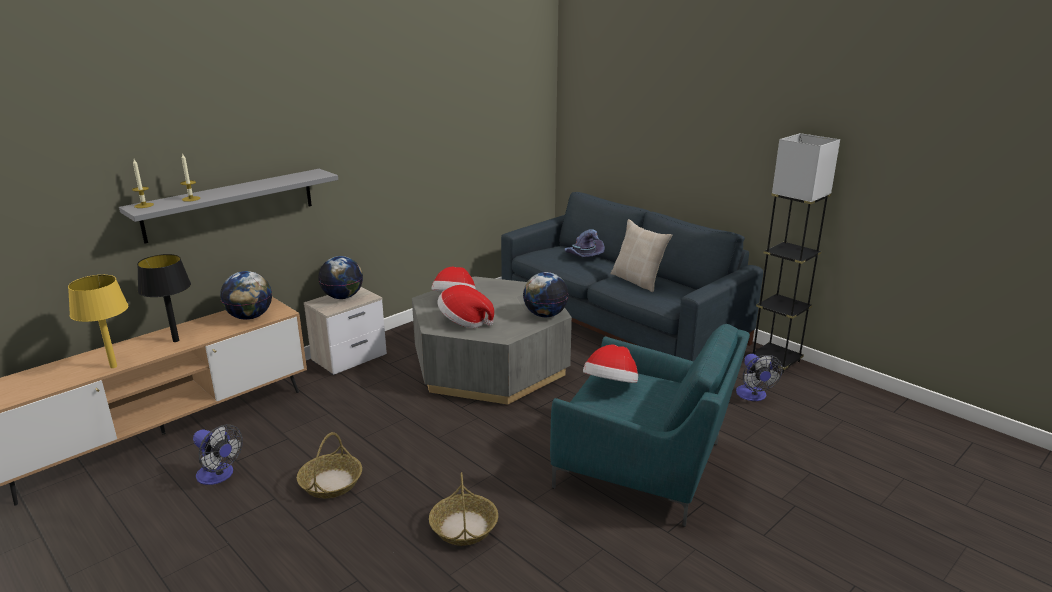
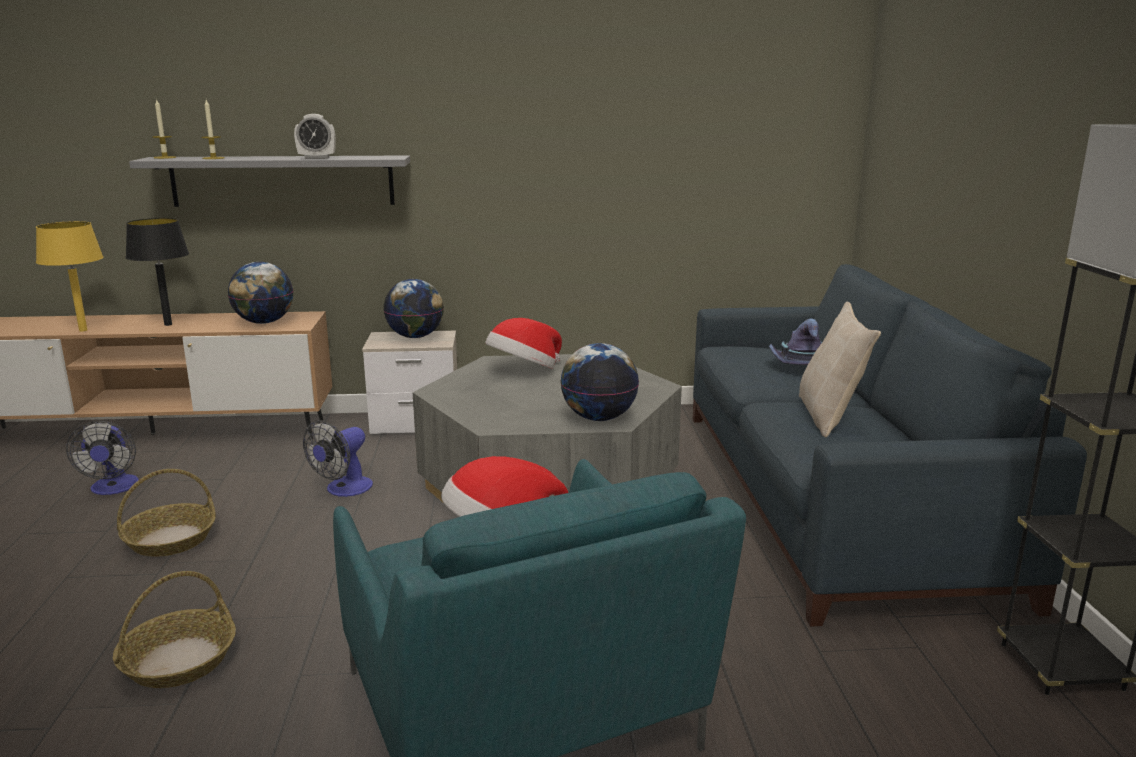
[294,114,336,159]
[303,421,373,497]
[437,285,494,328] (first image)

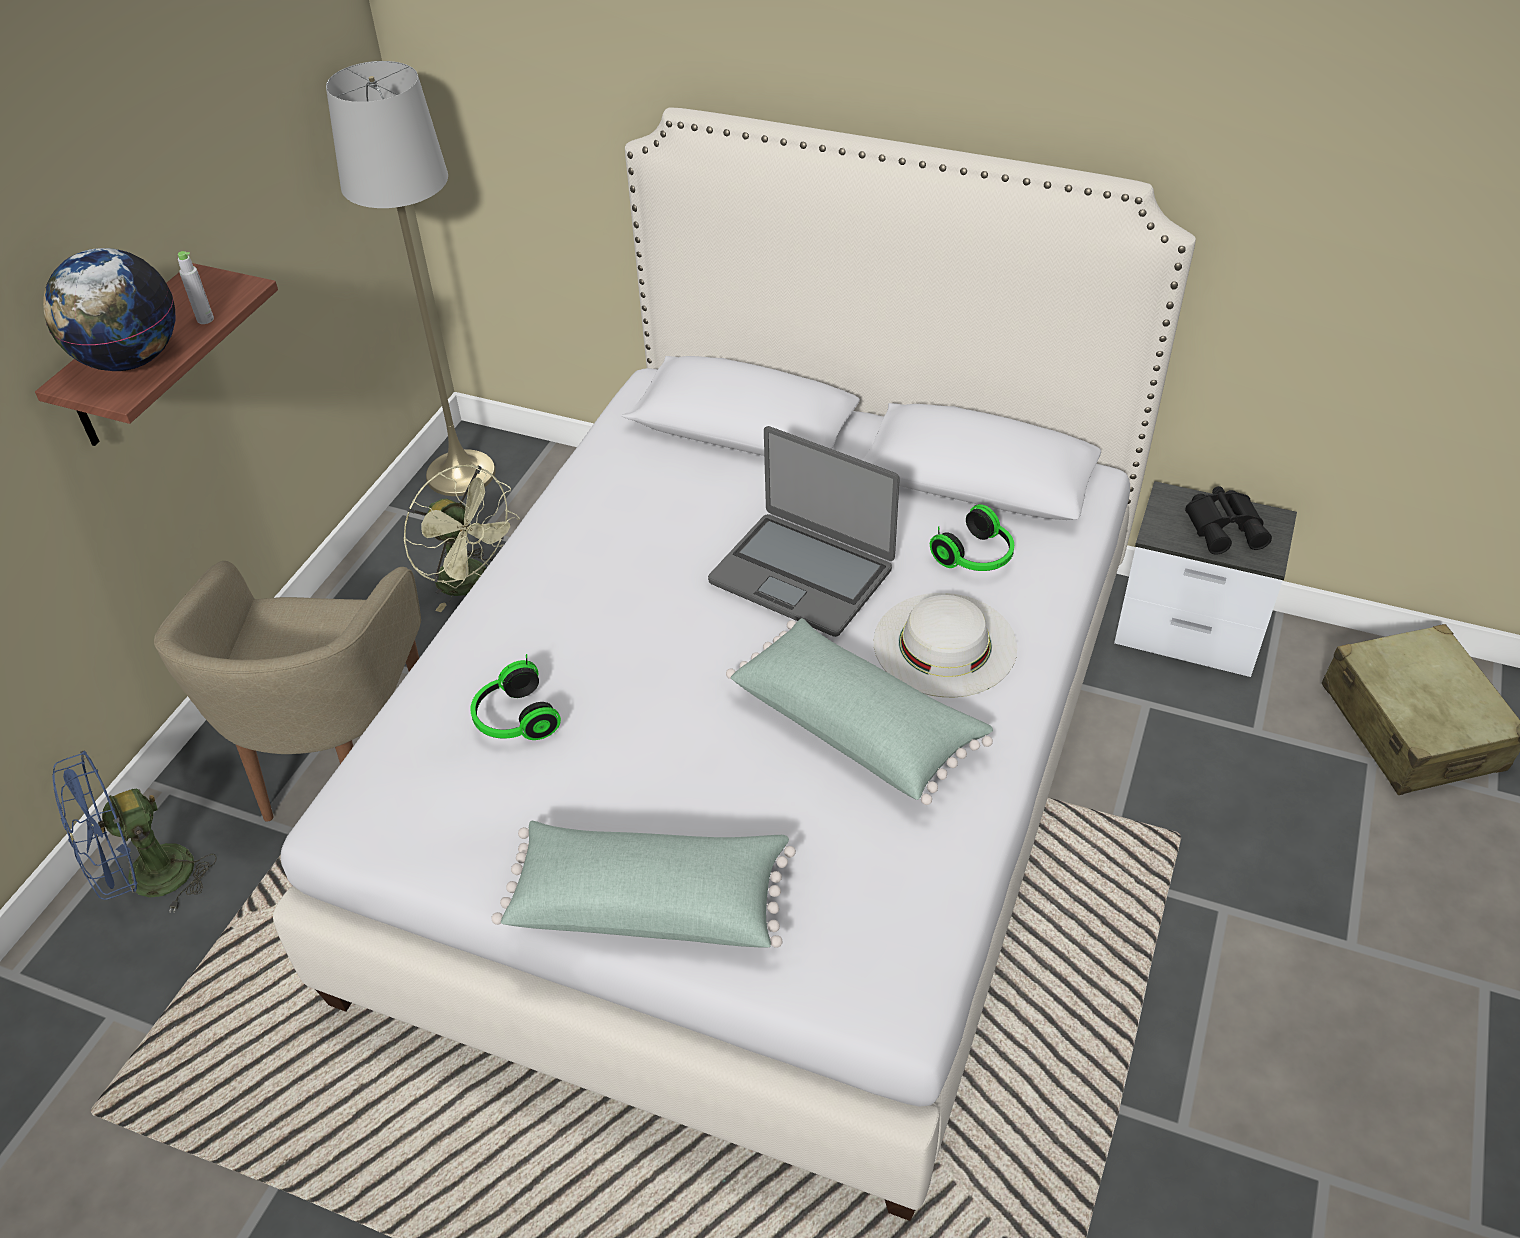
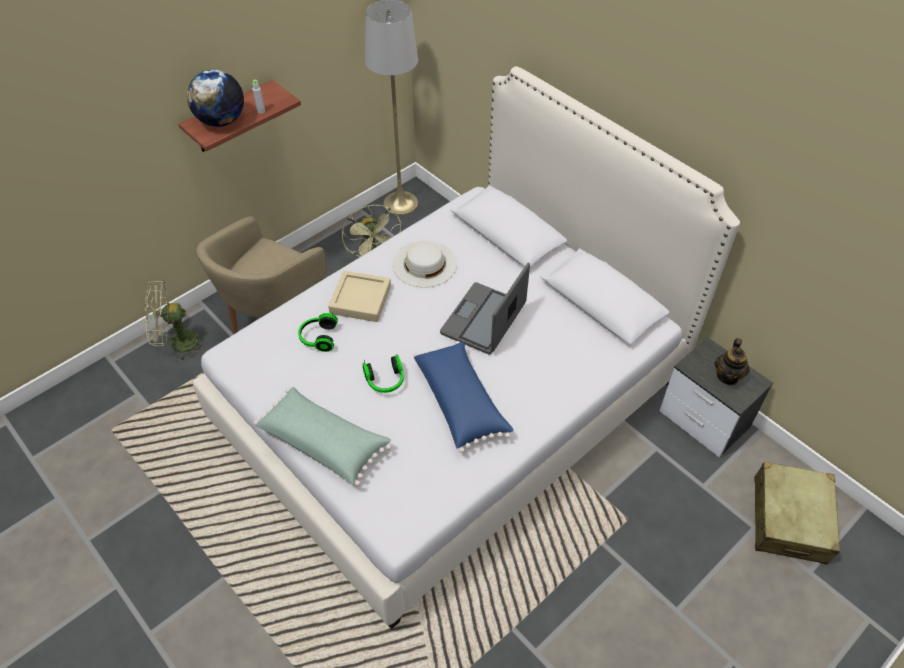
[145,280,208,361]
[328,271,391,322]
[363,354,404,393]
[392,241,457,288]
[414,341,513,453]
[440,263,530,354]
[715,338,750,385]

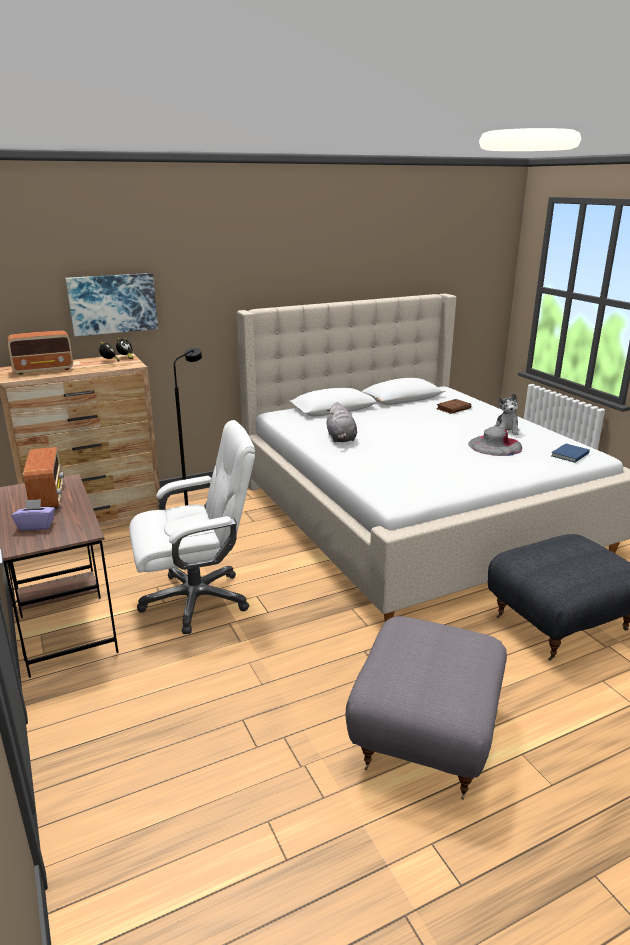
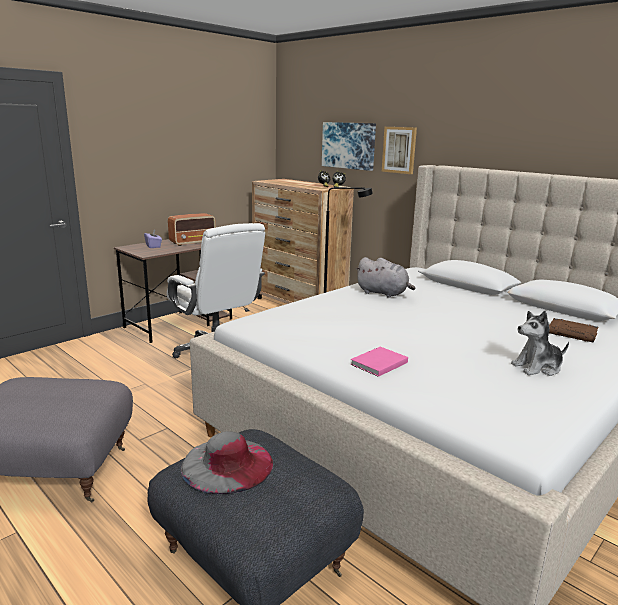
[181,431,273,494]
[350,347,408,377]
[355,257,415,297]
[382,127,417,174]
[7,330,73,375] (first image)
[551,443,590,463] (first image)

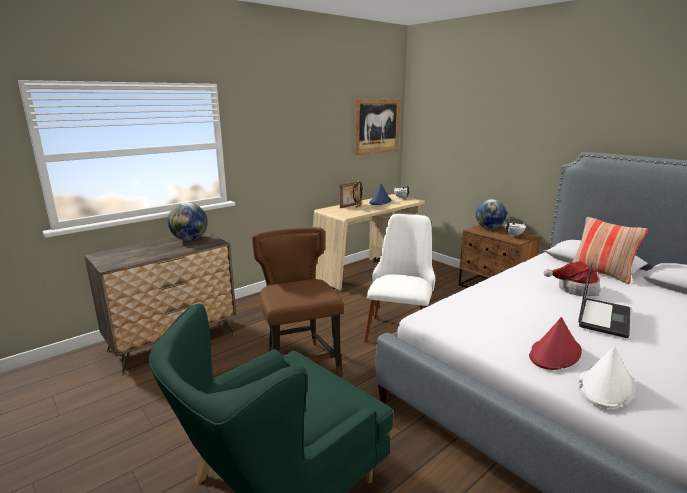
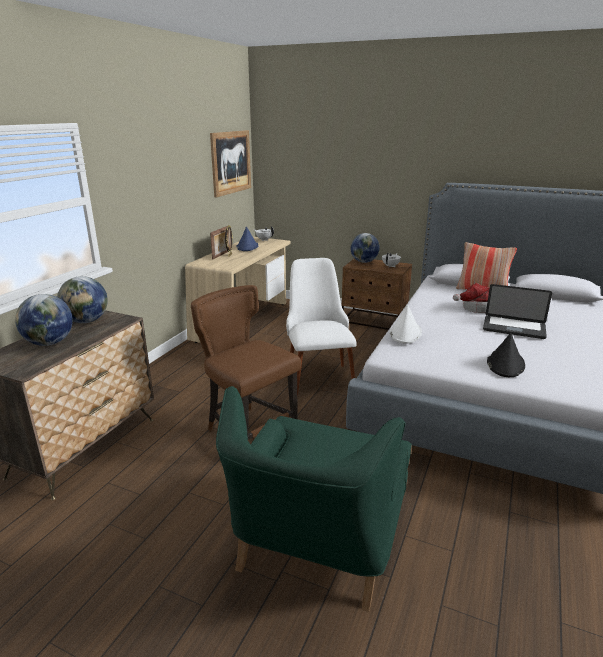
[15,294,73,346]
[389,305,422,344]
[483,284,552,339]
[487,333,525,377]

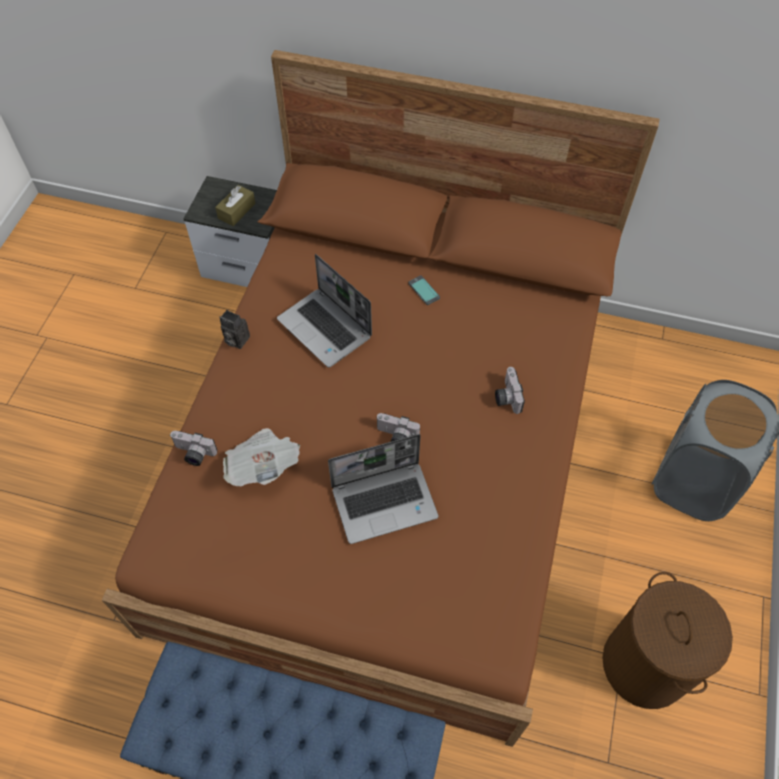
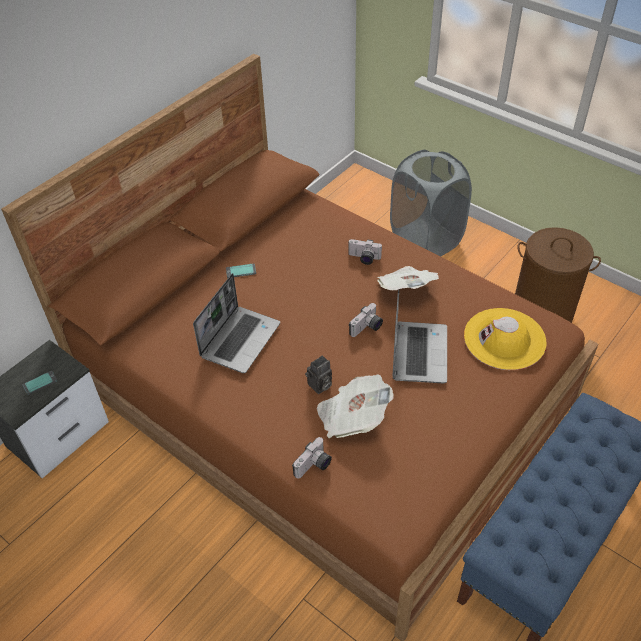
[23,371,57,395]
[193,273,280,373]
[305,355,332,394]
[377,266,439,290]
[464,308,547,370]

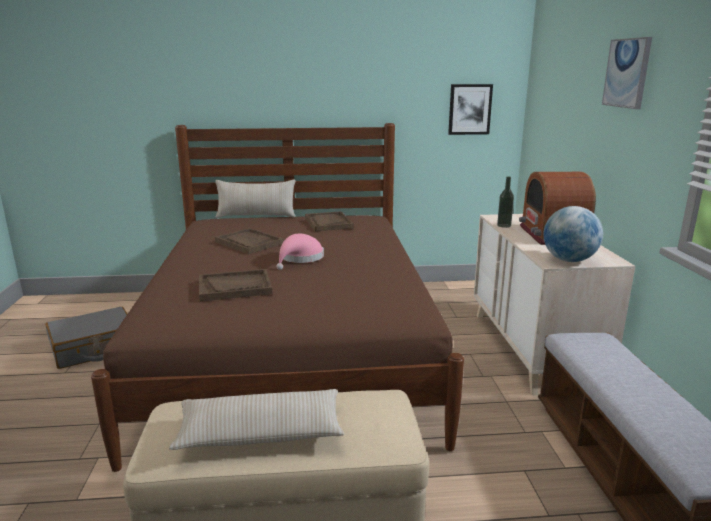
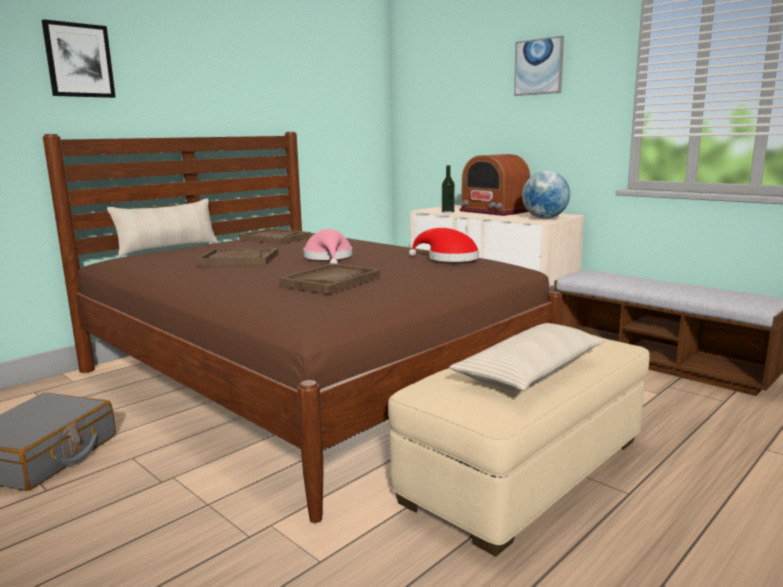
[42,19,116,98]
[409,228,479,262]

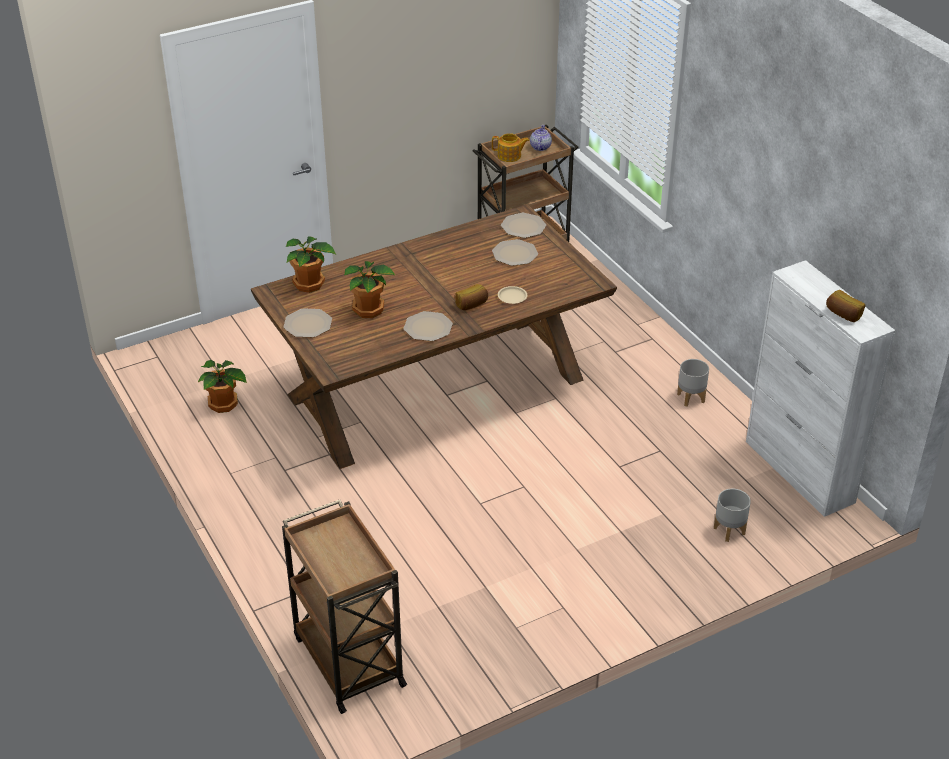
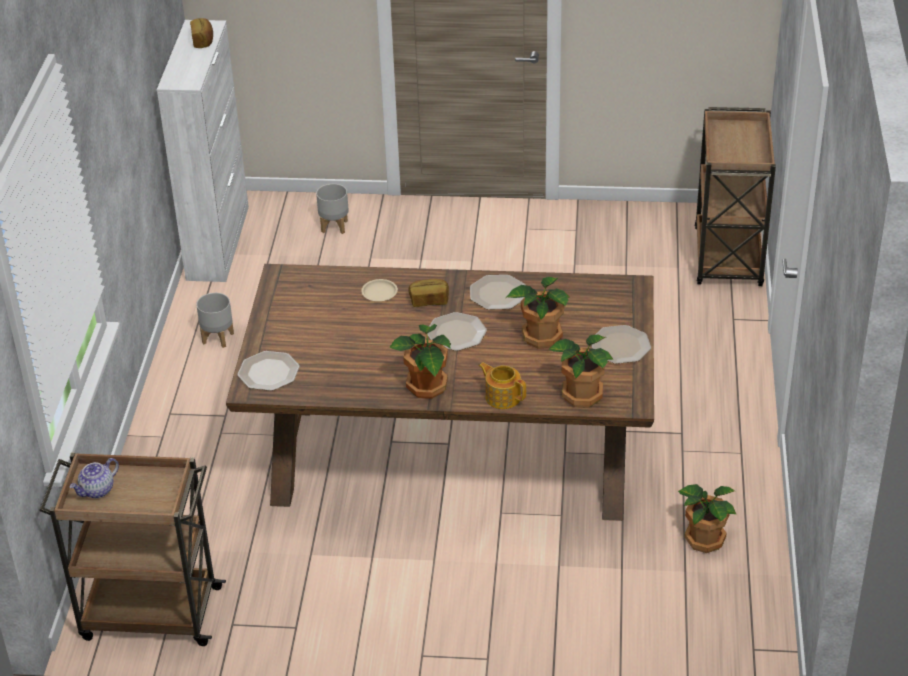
[389,324,451,399]
[427,312,487,351]
[479,362,526,409]

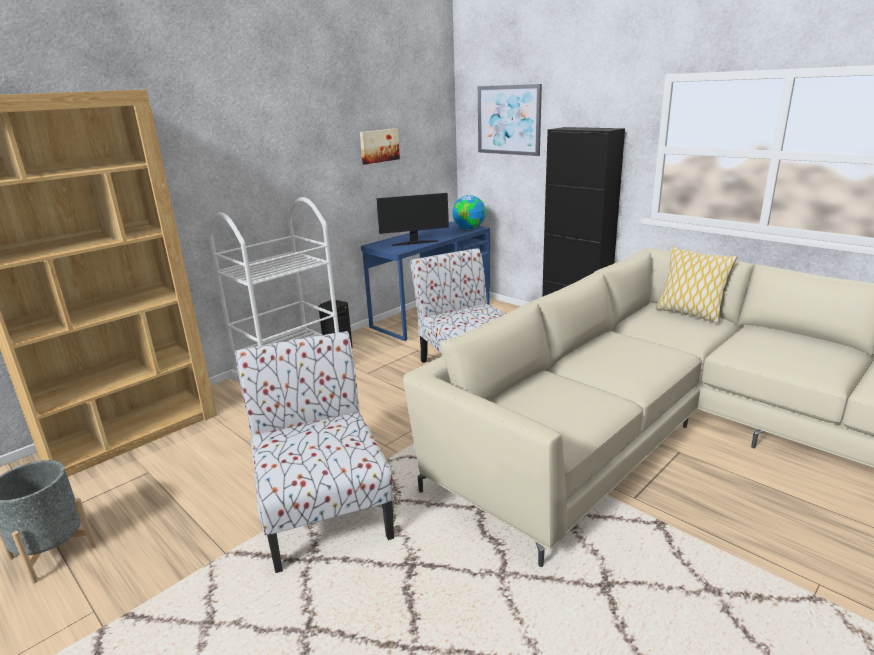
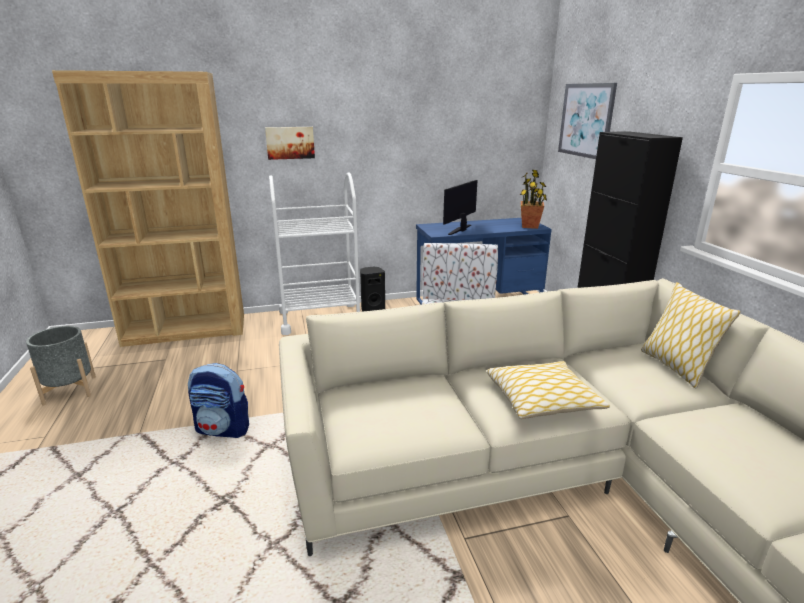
[188,363,249,438]
[265,127,315,160]
[443,180,477,235]
[487,361,610,419]
[520,170,547,229]

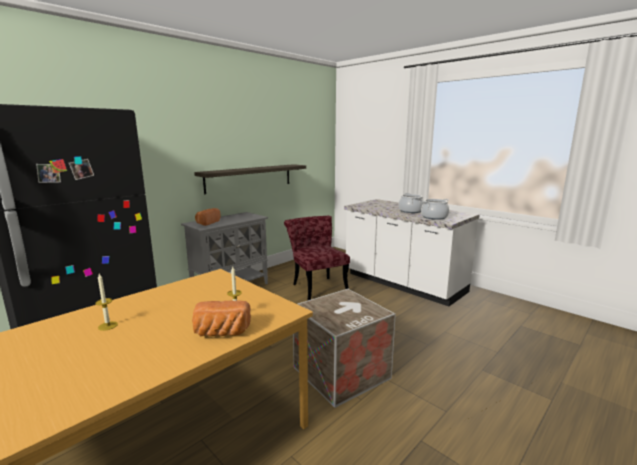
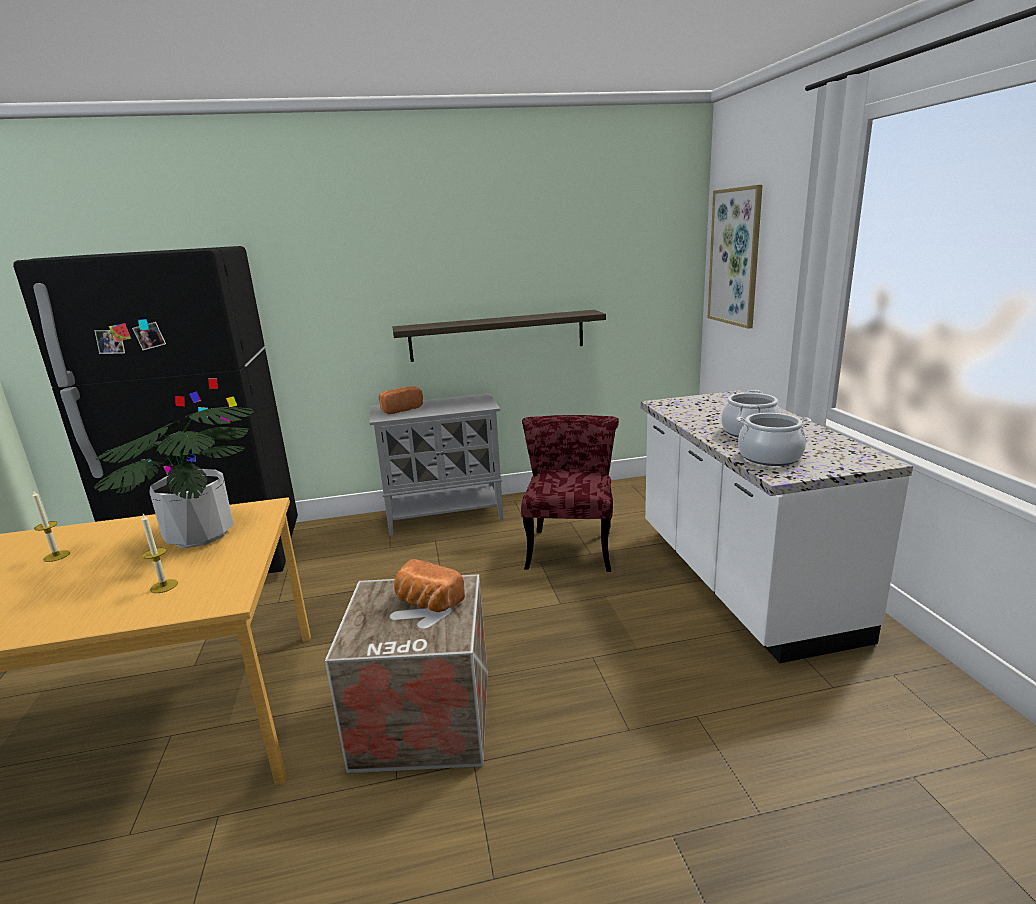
[94,407,254,548]
[394,559,465,612]
[708,185,763,329]

